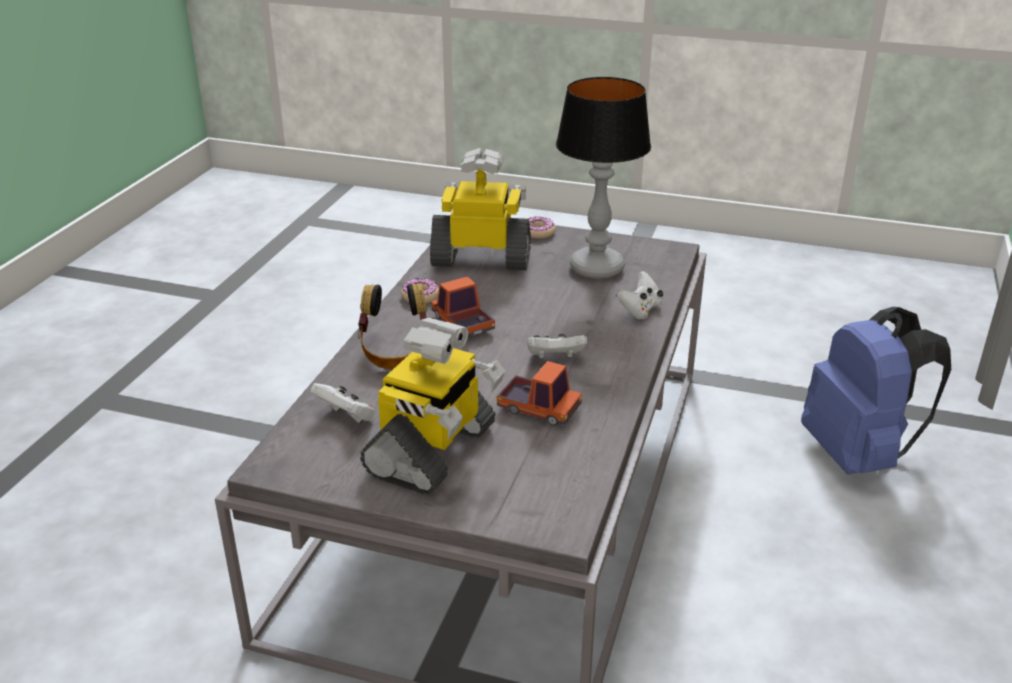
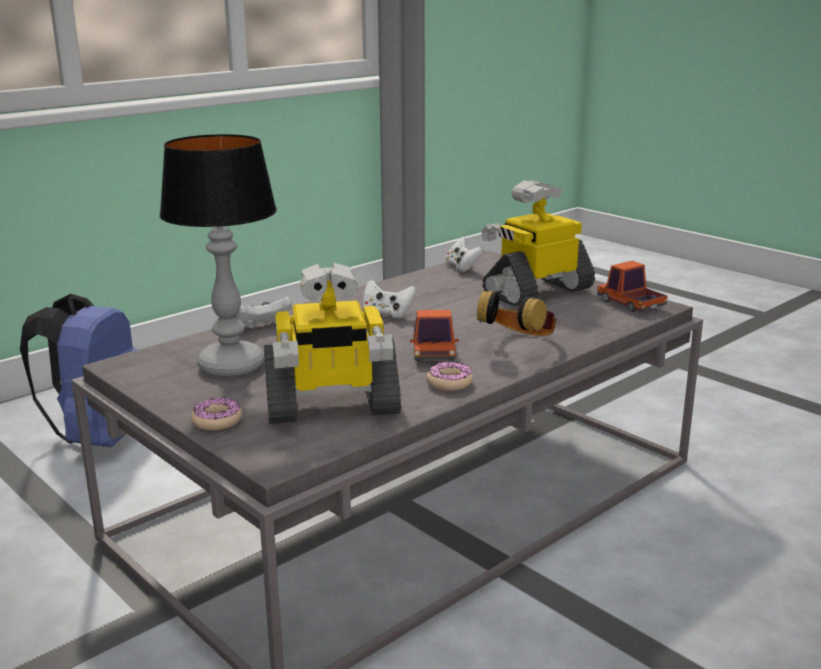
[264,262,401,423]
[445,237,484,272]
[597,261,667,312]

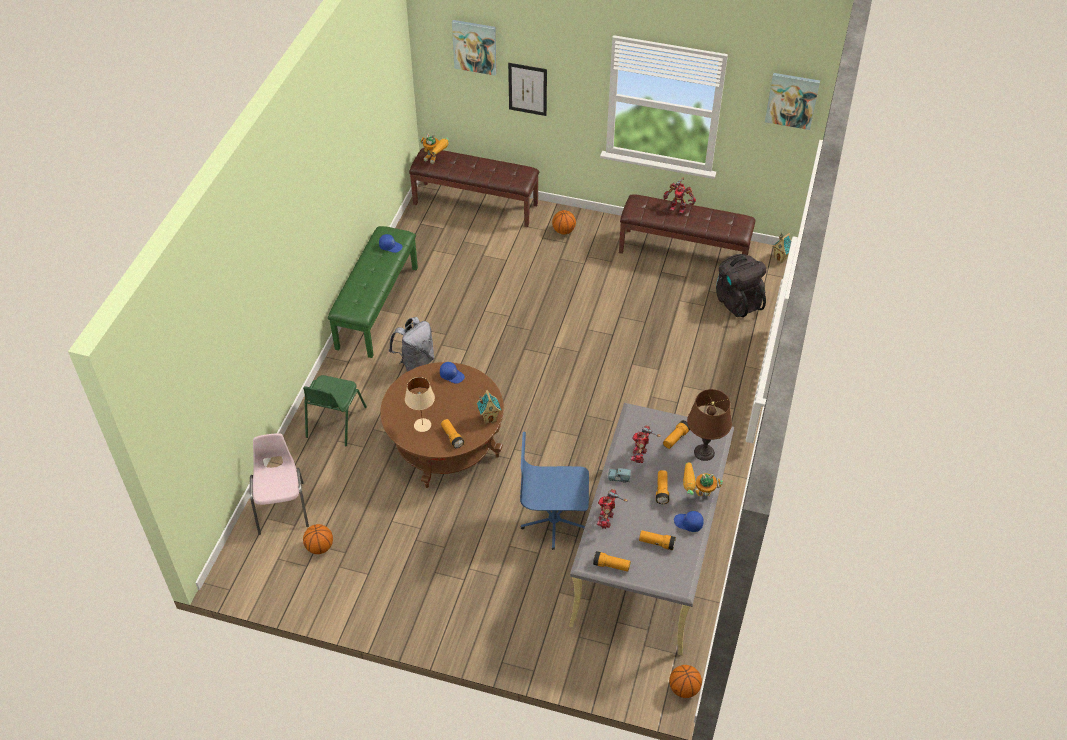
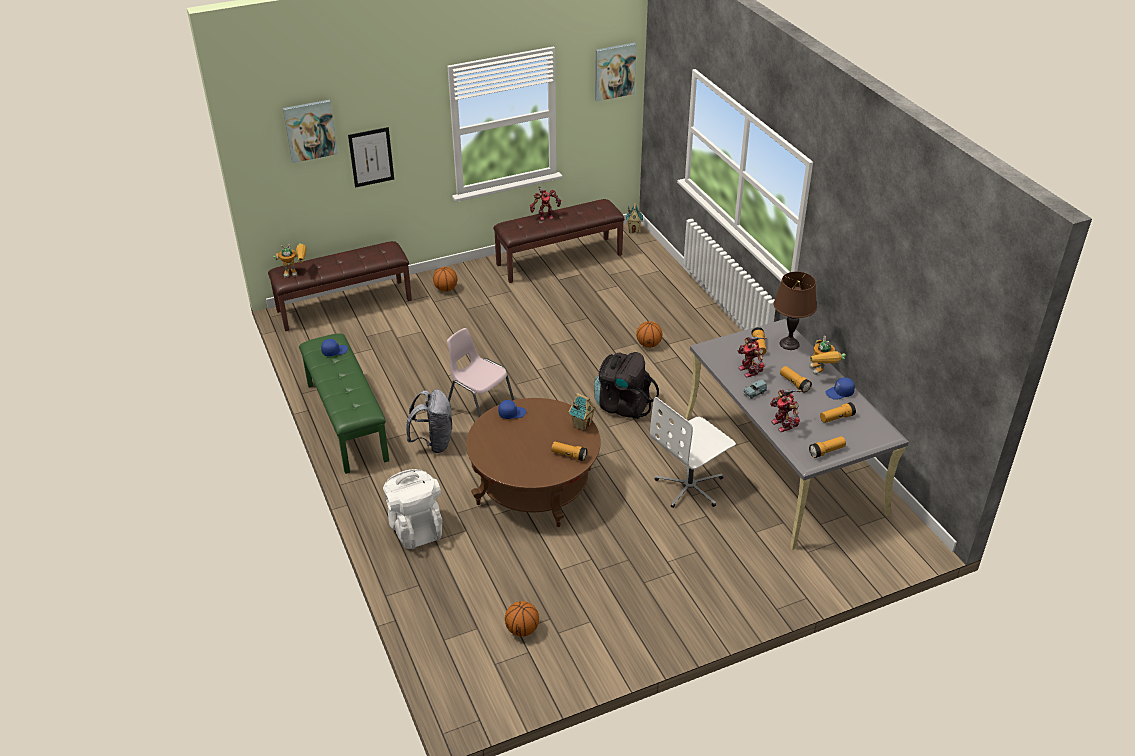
[383,469,442,549]
[447,328,514,417]
[594,352,659,419]
[636,321,662,348]
[650,397,736,508]
[809,336,846,375]
[405,377,435,432] (first image)

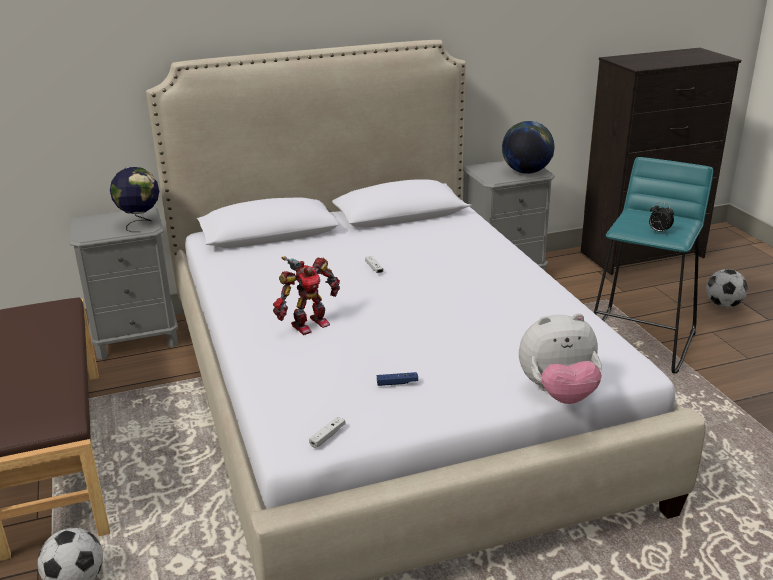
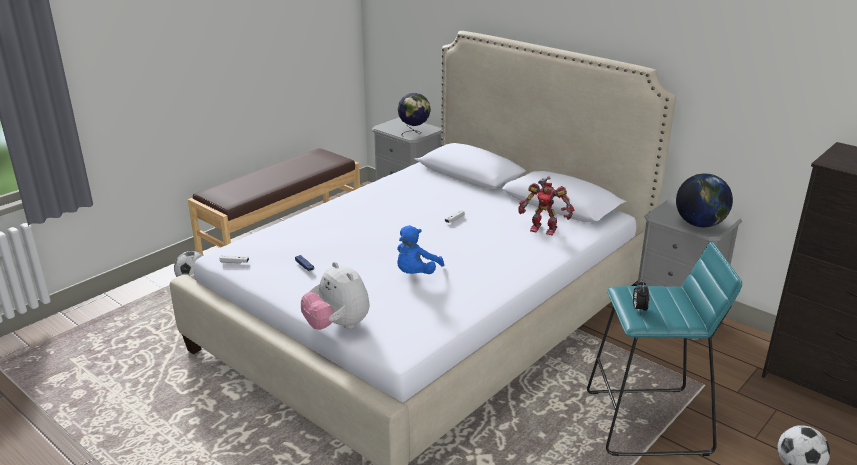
[397,225,444,274]
[518,177,574,235]

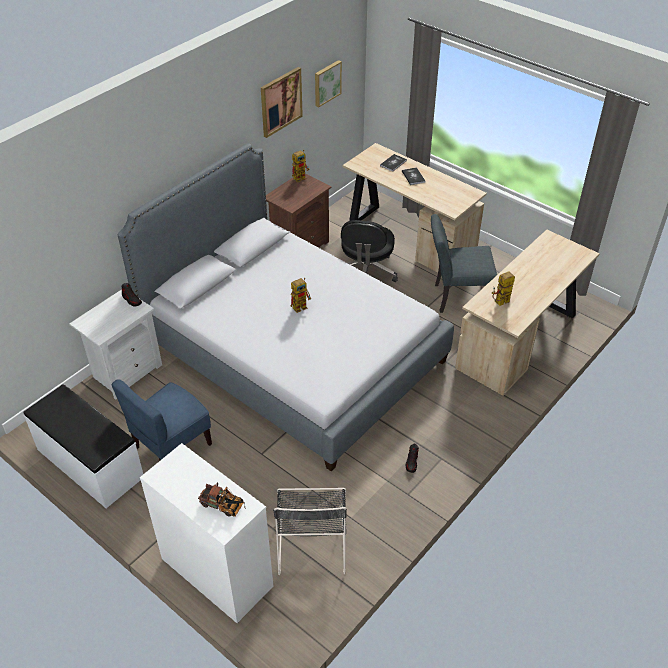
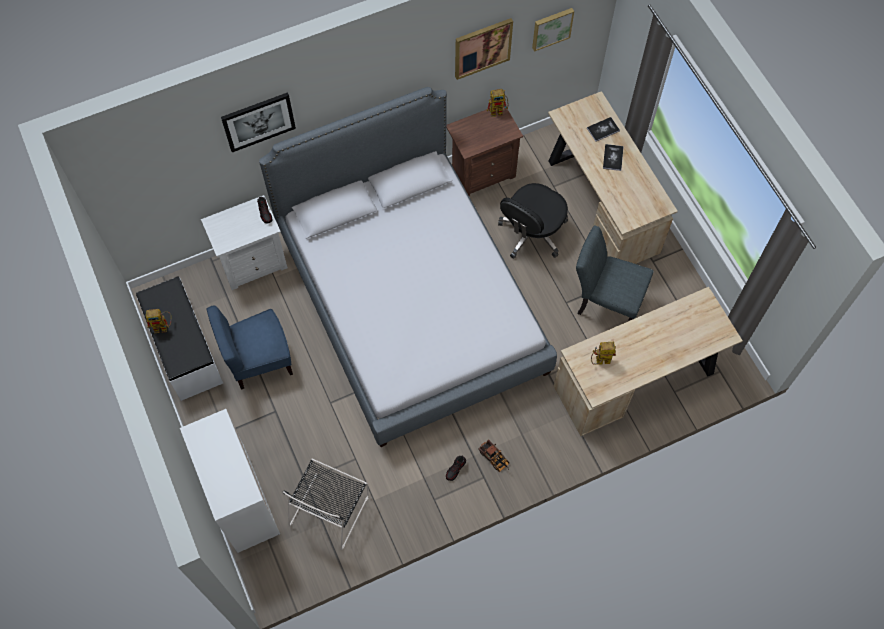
[145,309,171,333]
[221,92,296,152]
[478,439,509,472]

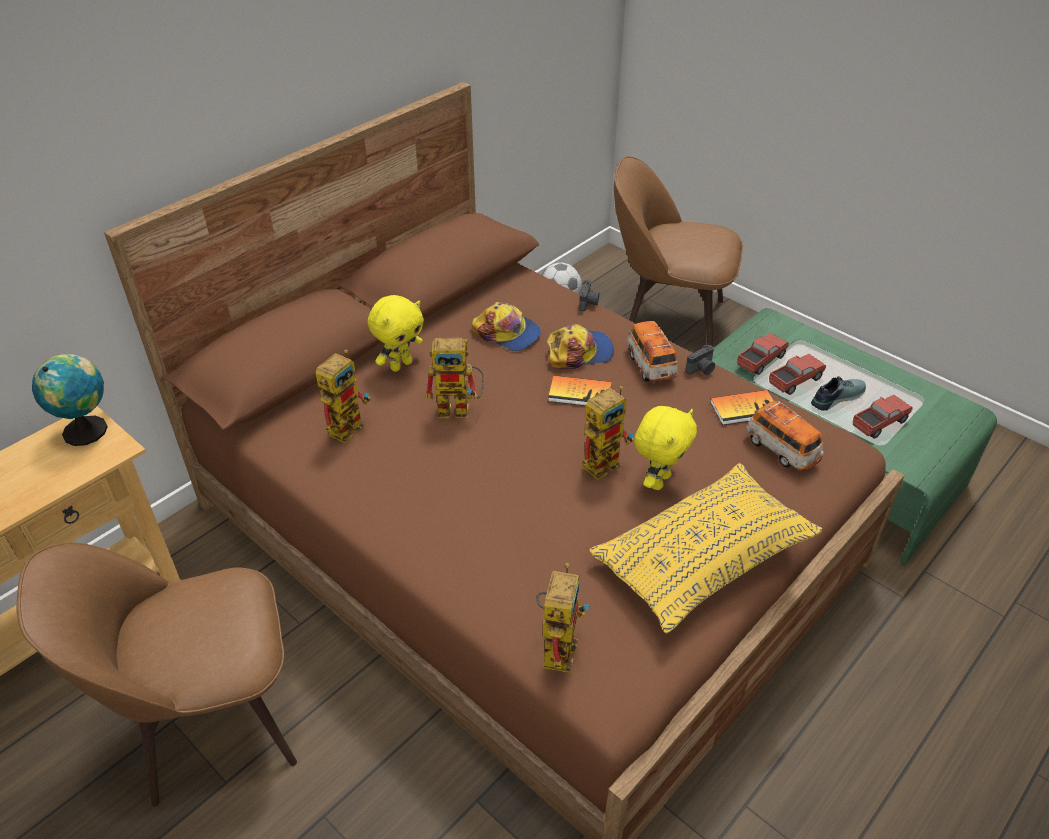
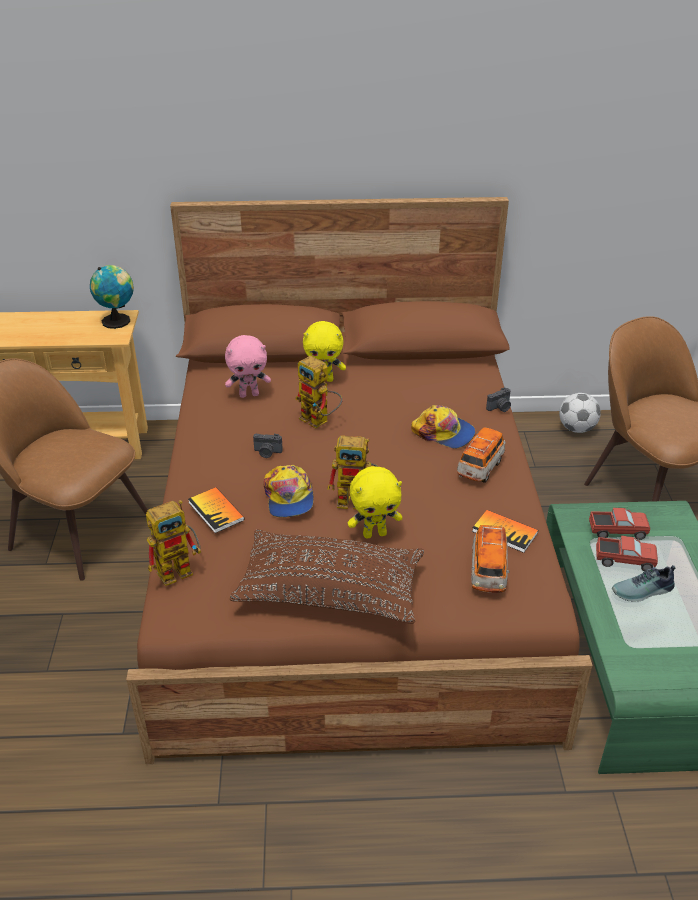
[188,487,244,533]
[225,335,271,398]
[230,529,424,624]
[253,434,283,458]
[264,465,314,518]
[612,565,675,602]
[853,395,913,439] (first image)

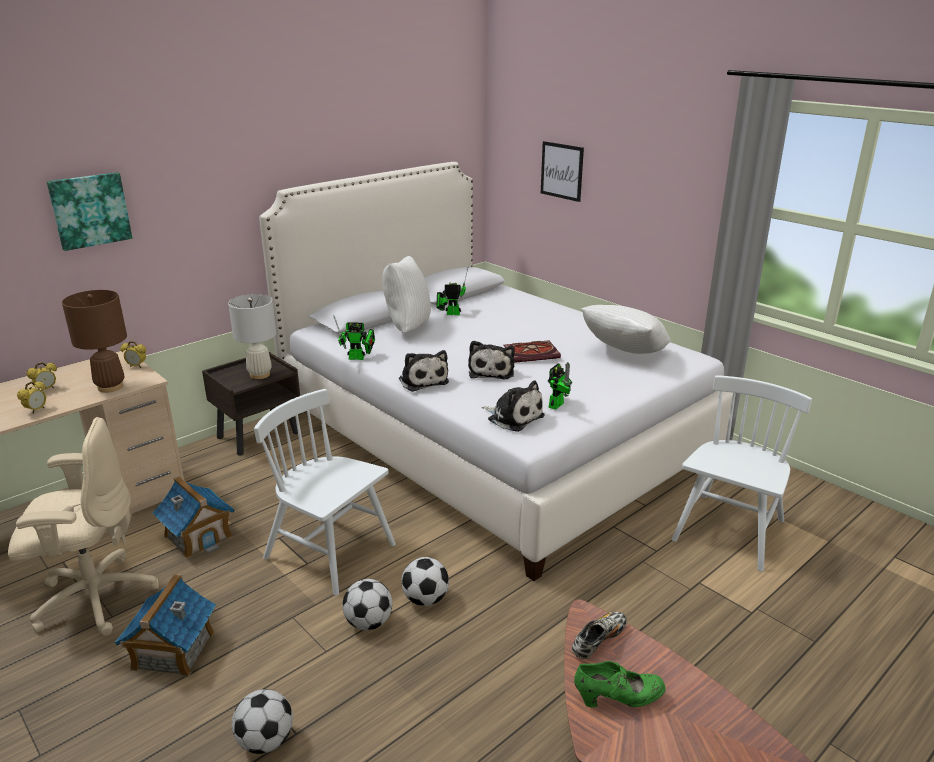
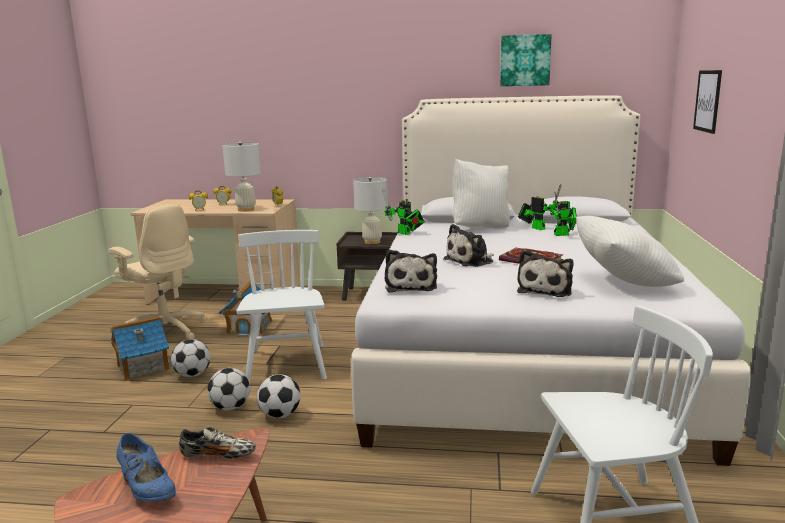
[116,433,176,502]
[171,339,210,377]
[223,141,261,212]
[500,34,552,86]
[517,250,573,297]
[552,192,577,236]

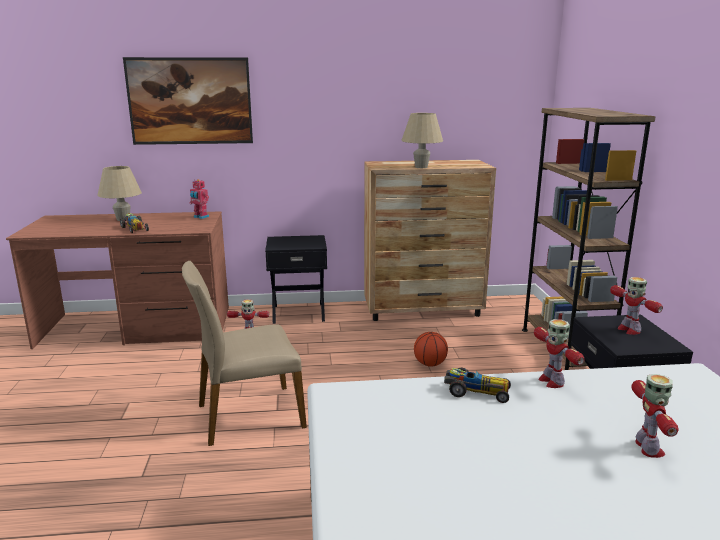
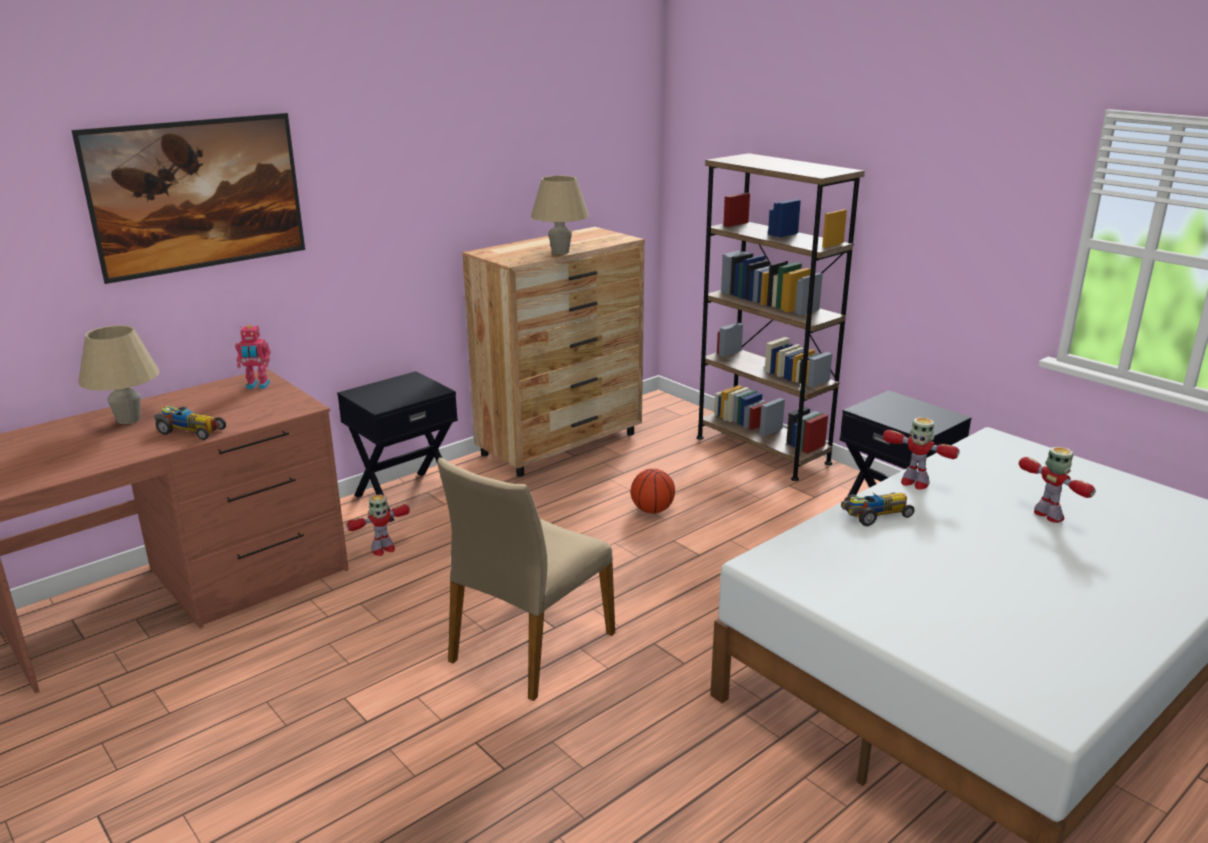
[610,277,663,335] (first image)

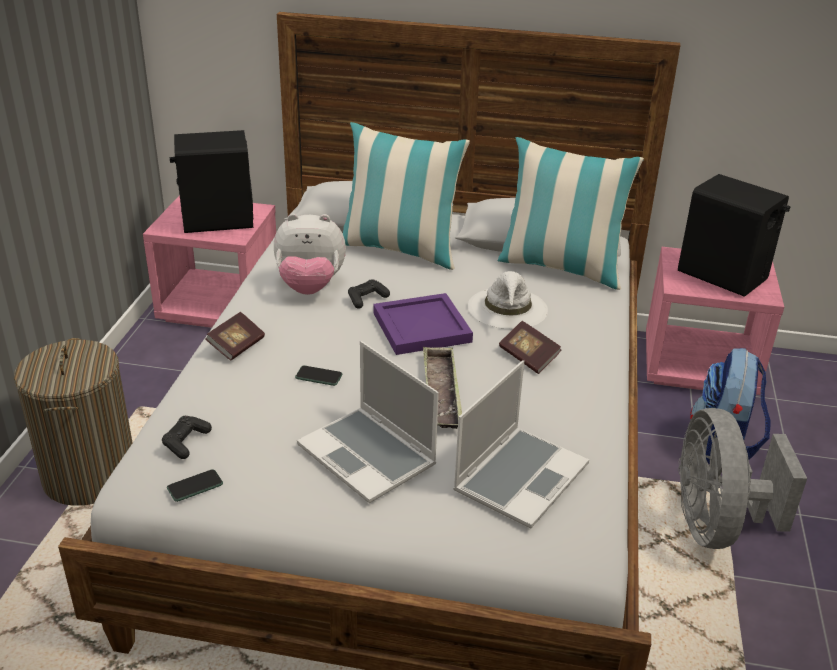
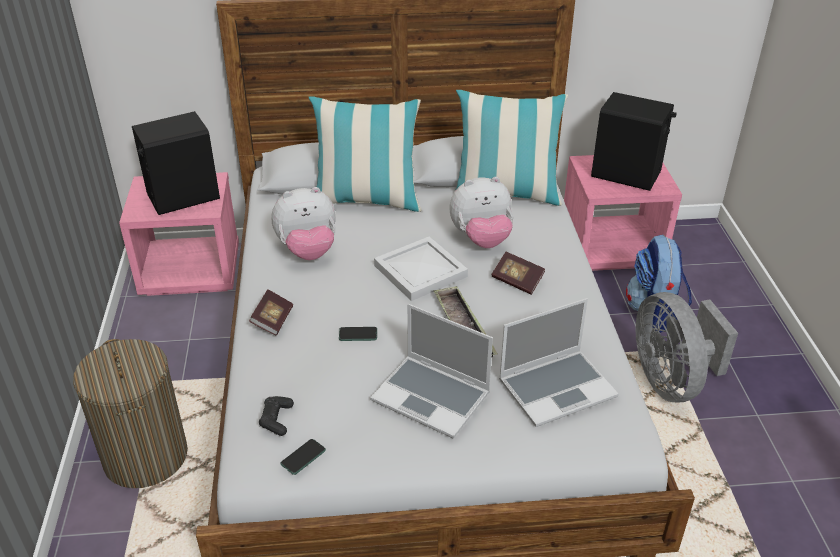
[374,237,468,301]
[449,177,513,248]
[499,298,619,427]
[348,279,390,309] (first image)

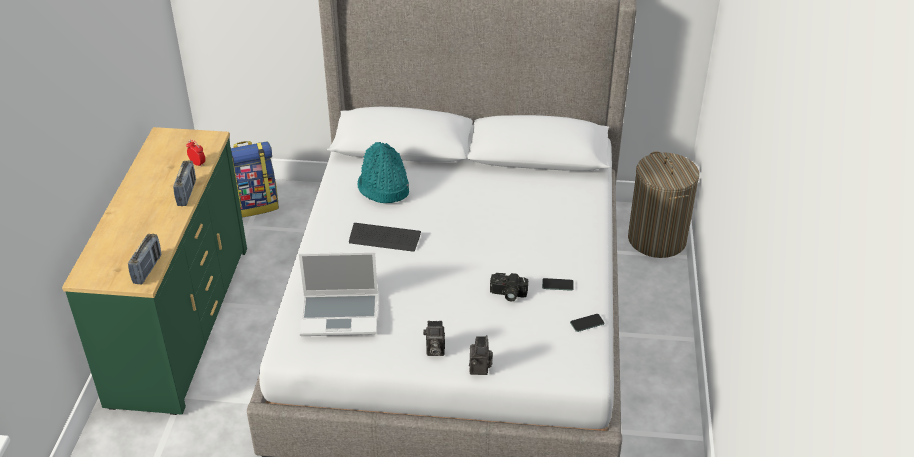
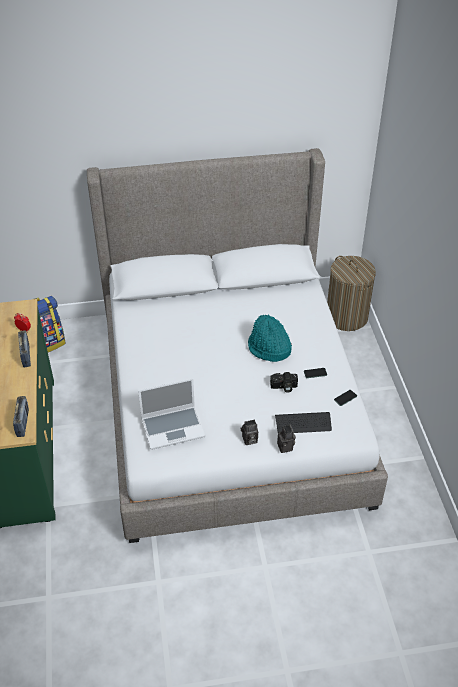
[248,315,292,362]
[275,412,332,433]

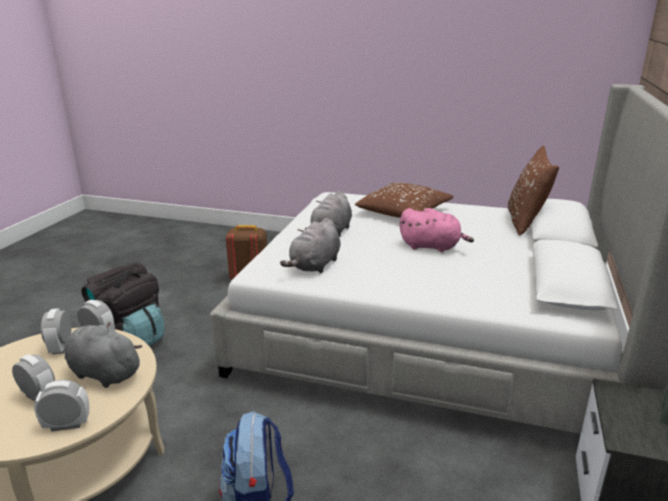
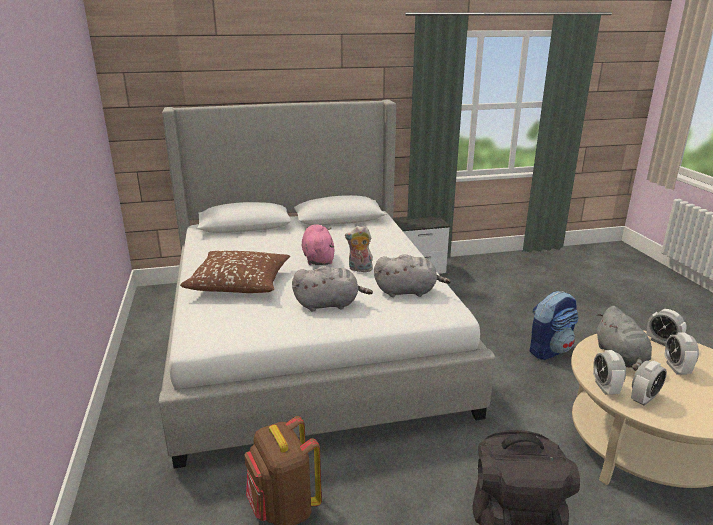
[345,226,373,272]
[508,146,559,236] (first image)

